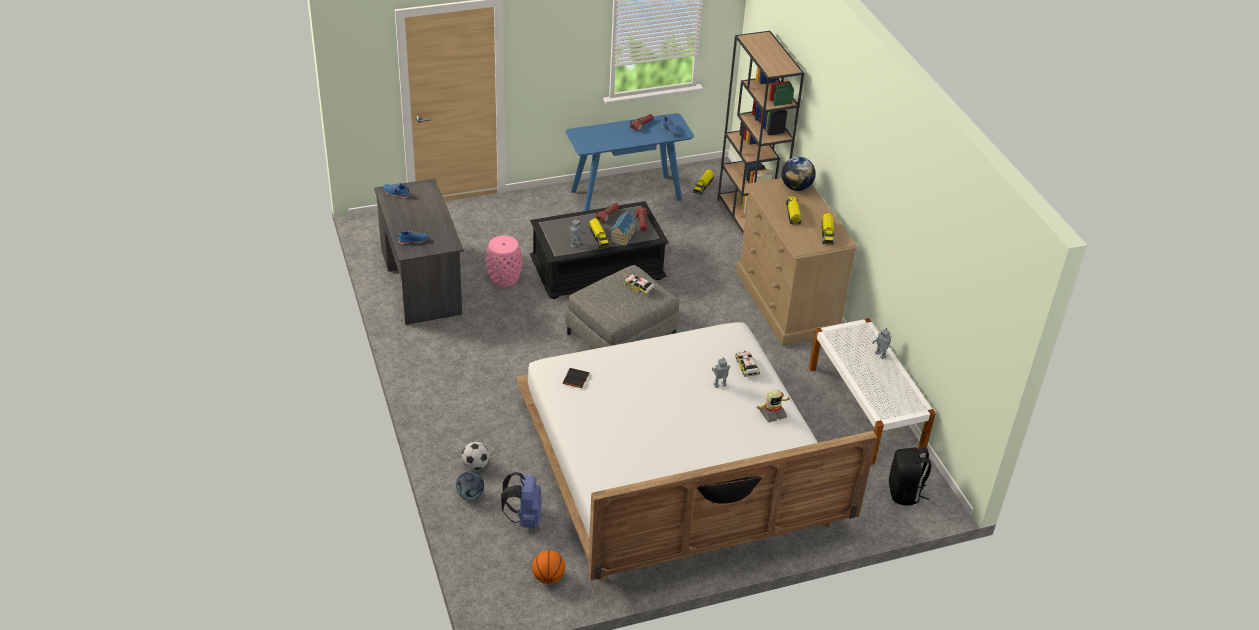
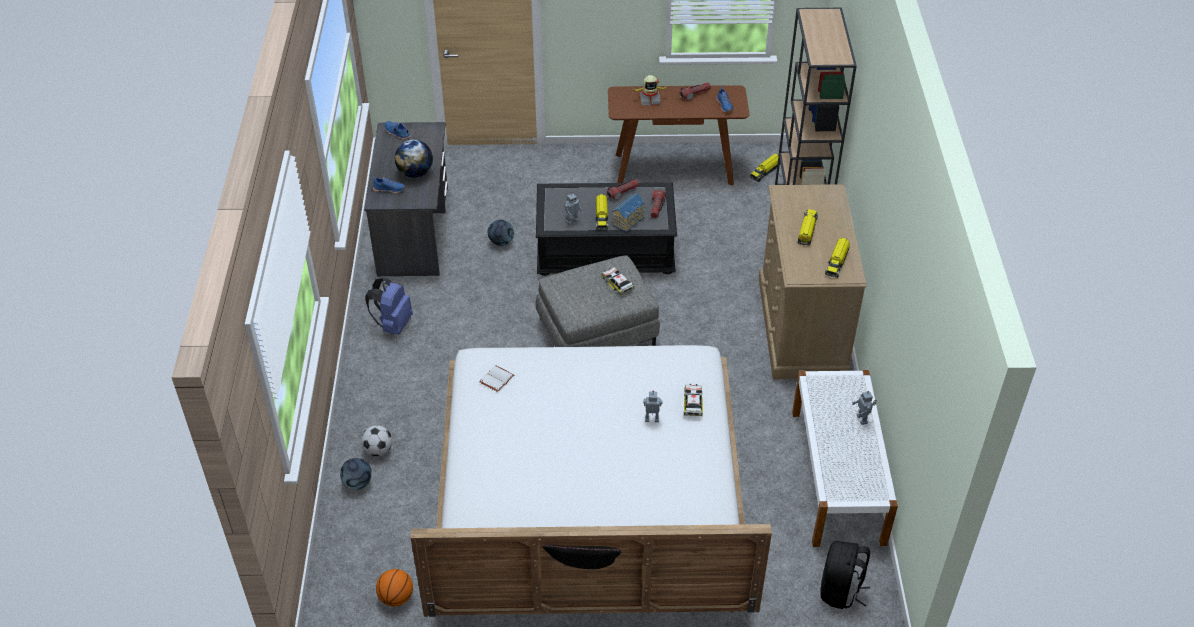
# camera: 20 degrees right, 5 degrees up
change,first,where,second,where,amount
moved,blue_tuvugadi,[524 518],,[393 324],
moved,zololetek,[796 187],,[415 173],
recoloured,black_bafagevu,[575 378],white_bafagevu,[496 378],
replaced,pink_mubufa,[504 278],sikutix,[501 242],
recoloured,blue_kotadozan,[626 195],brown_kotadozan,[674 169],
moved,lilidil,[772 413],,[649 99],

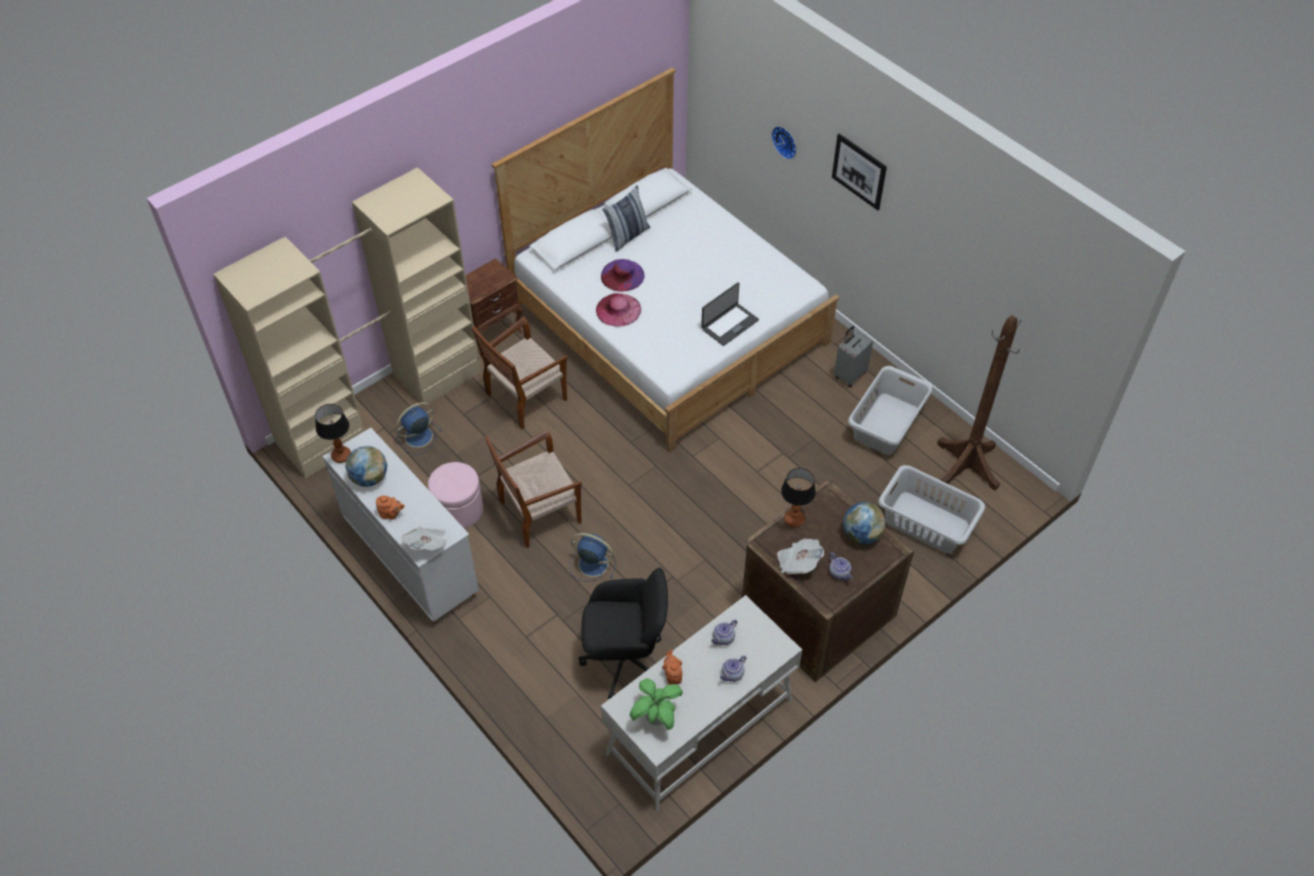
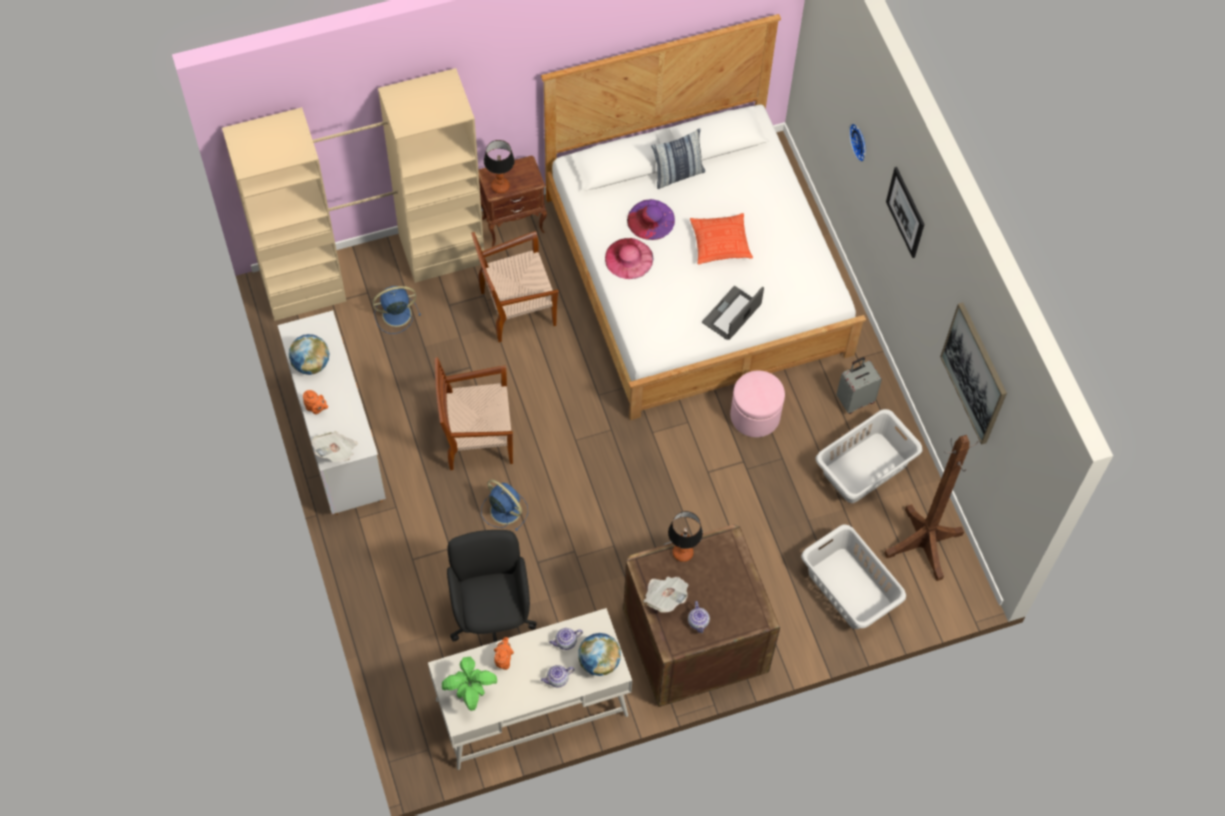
# camera: 20 degrees right, 10 degrees up
change,first,where,second,where,amount
turned,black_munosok,[625 662],,[492 619],120 degrees counterclockwise
moved,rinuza,[341 455],,[500 186],
moved,zololetek,[861 534],,[599 661],
added,,,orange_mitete,[720 244],
turned,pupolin,[729 324],,[732 314],150 degrees clockwise
moved,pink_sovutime,[459 510],,[755 415],
added,,,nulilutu,[974 373],

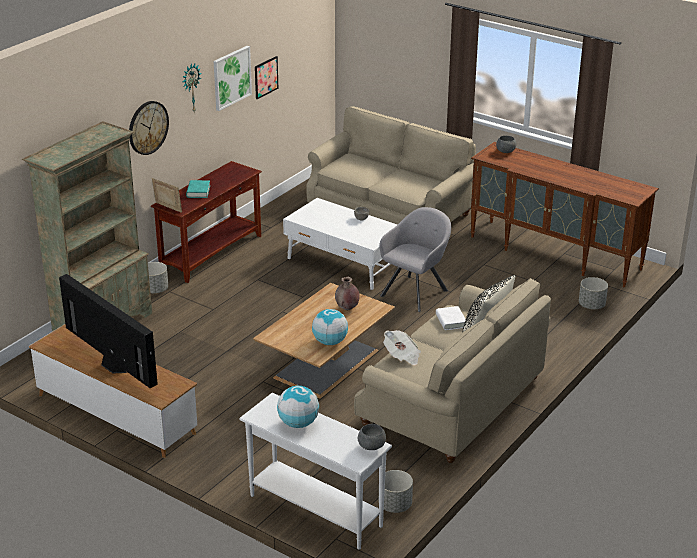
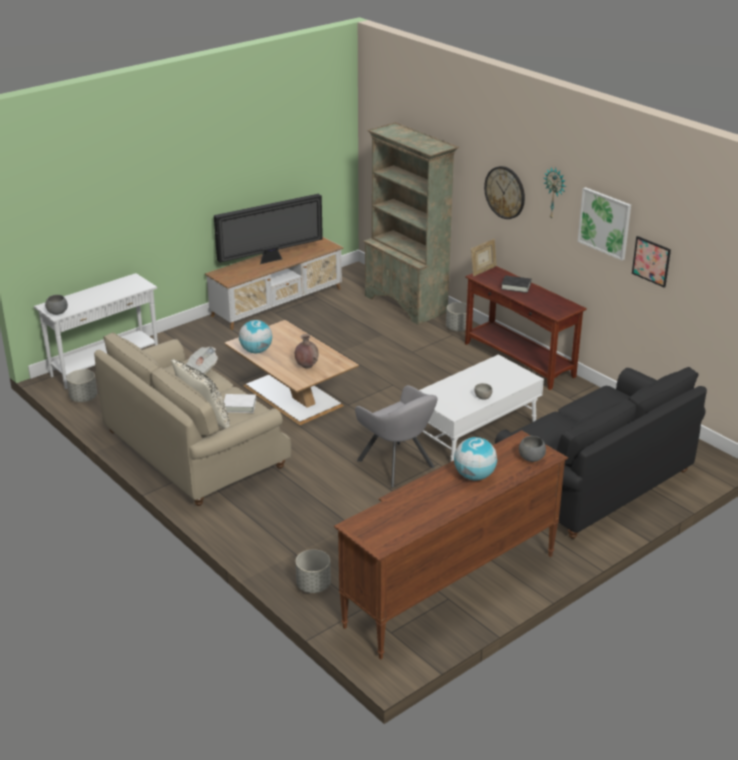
# camera: 105 degrees right, 0 degrees up
change,first,where,second,where,amount
moved,zololetek,[298 423],,[474 476],
recoloured,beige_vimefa,[390 212],black_vimefa,[592 481],
recoloured,turquoise_bafagevu,[198 191],black_bafagevu,[516 286],

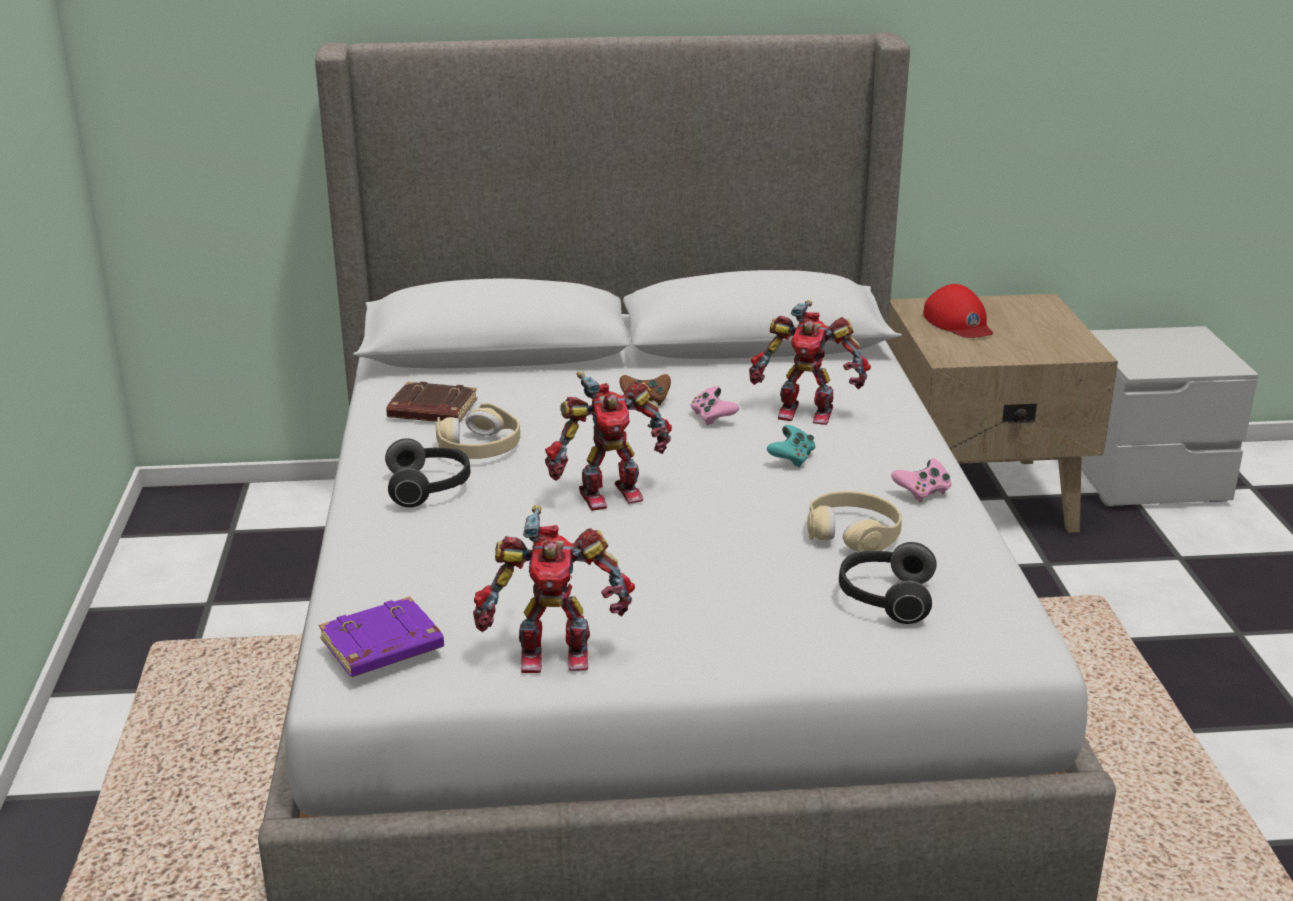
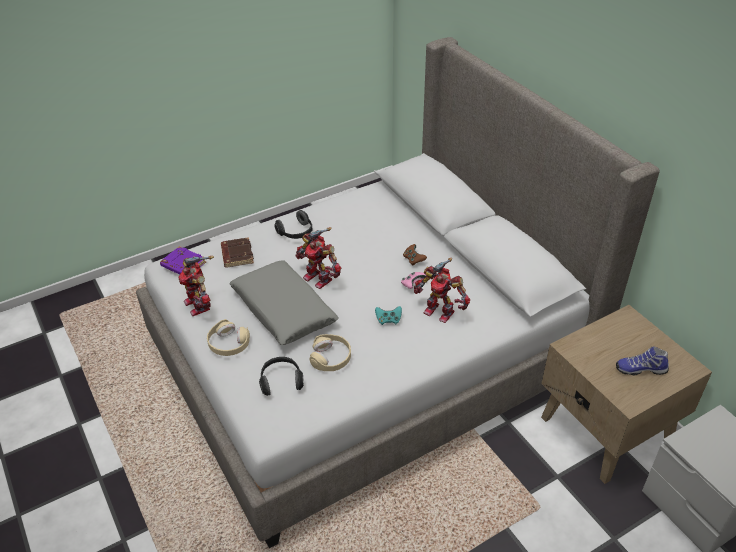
# camera: 65 degrees right, 15 degrees up
change,first,where,second,where,amount
moved,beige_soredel,[479 447],,[229 343],
moved,brown_bafagevu,[431 411],,[236 255],
added,,,grey_mitete,[283 310],
turned,lilidil,[806 412],,[440 311],45 degrees counterclockwise
added,,,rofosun,[640 368],
removed,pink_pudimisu,[922 492],,,
removed,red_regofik,[958 322],,,

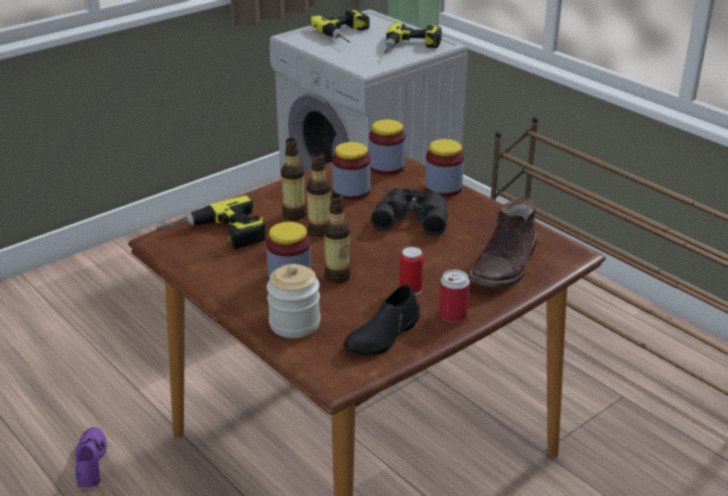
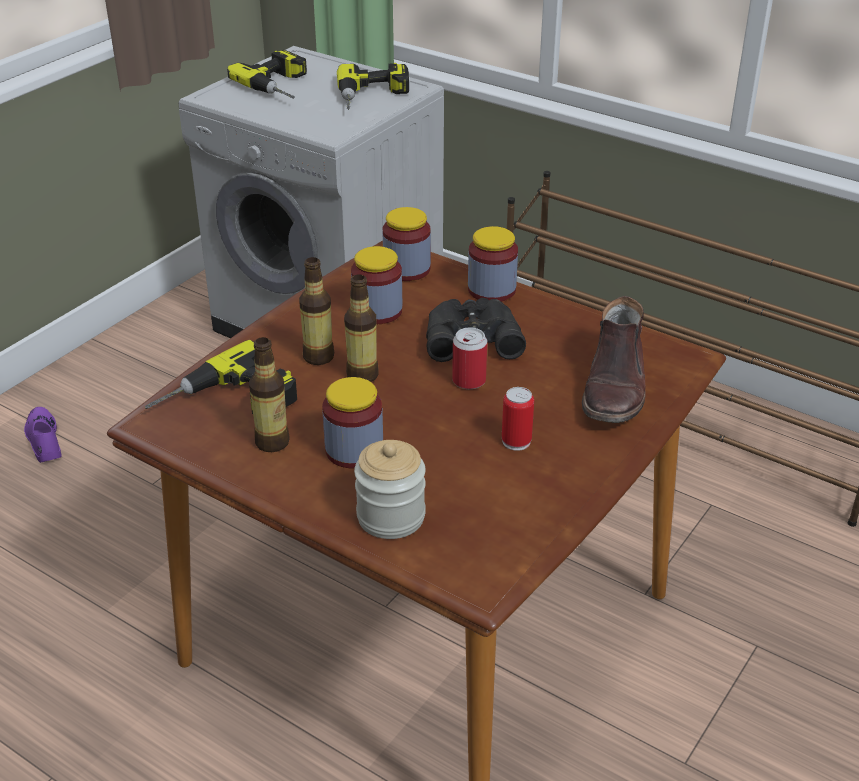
# camera: 15 degrees left, 5 degrees up
change,first,where,second,where,amount
moved,purple_rofosun,[90 462],,[44 440],
moved,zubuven,[337 276],,[272 442],
moved,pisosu,[453 315],,[469 381],
removed,black_rofosun,[383 335],,,

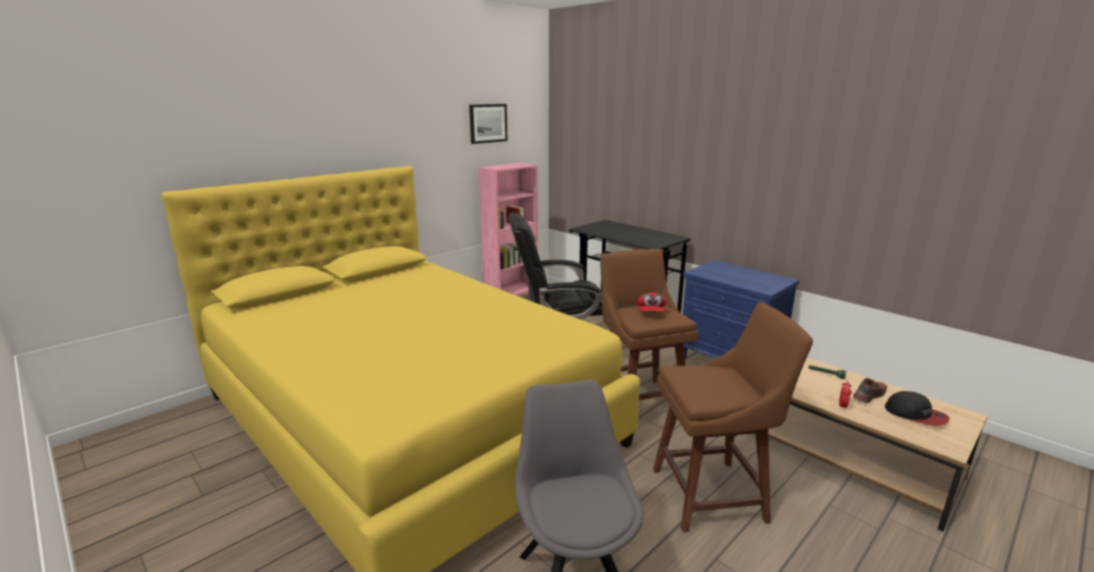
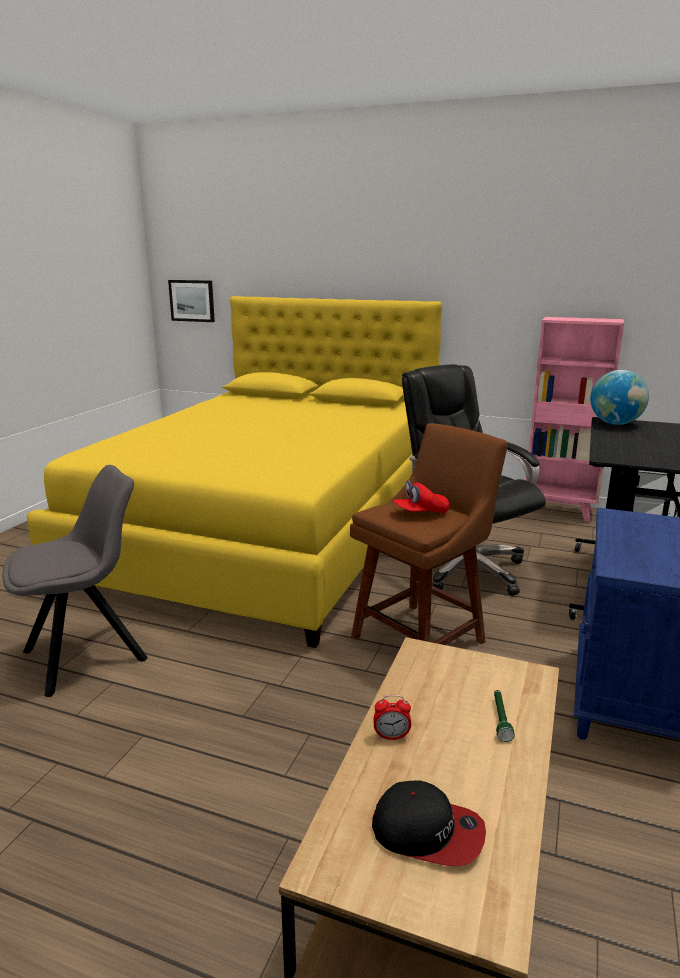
# camera: 65 degrees right, 0 degrees up
change,first,where,second,where,amount
moved,nulilutu,[488 123],,[192 300],
turned,regofik,[915 415],,[428 832],90 degrees counterclockwise
added,,,zololetek,[615 423],
removed,brown_mubufa,[713 494],,,
removed,brown_rofosun,[868 395],,,

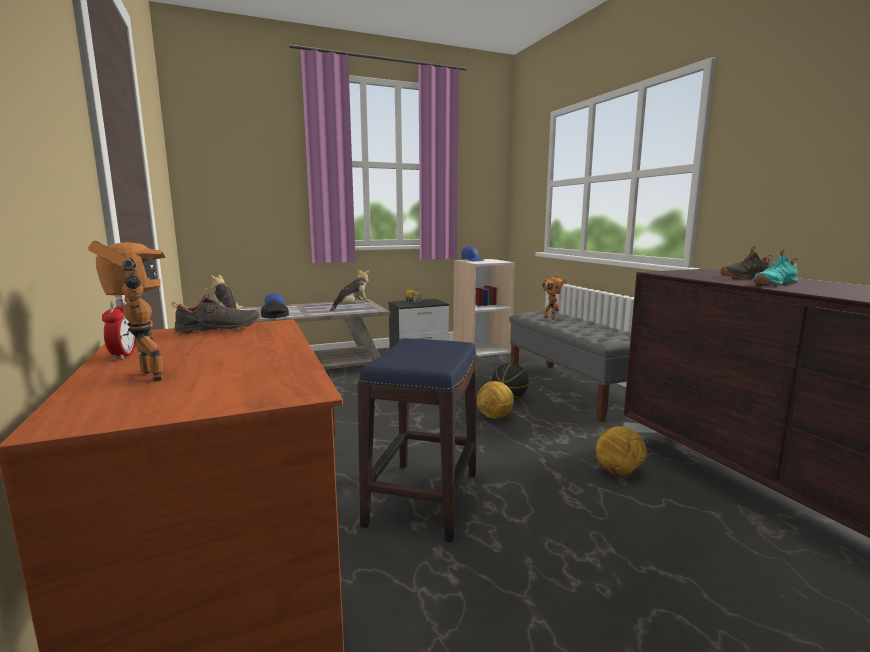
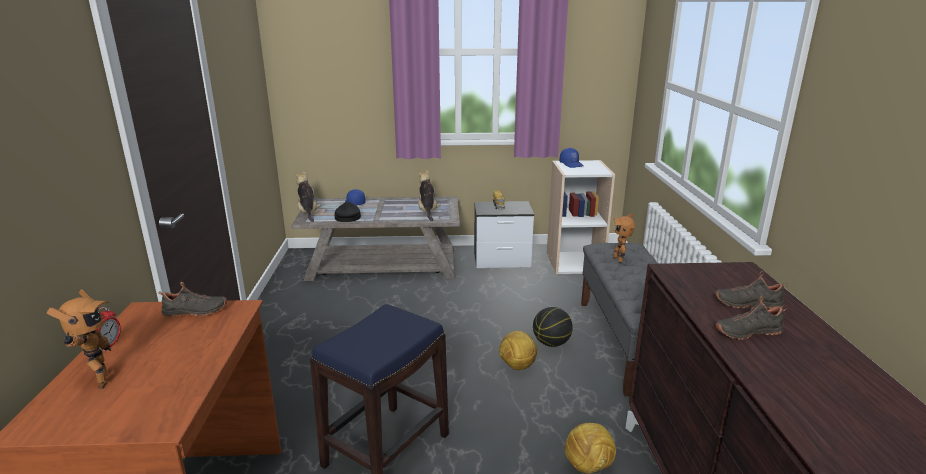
# camera: 20 degrees right, 10 degrees up
change,first,where,second,where,amount
turned,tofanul,[352 308],,[428 211],75 degrees counterclockwise
recoloured,turquoise_rofosun,[773 284],black_rofosun,[747 331],

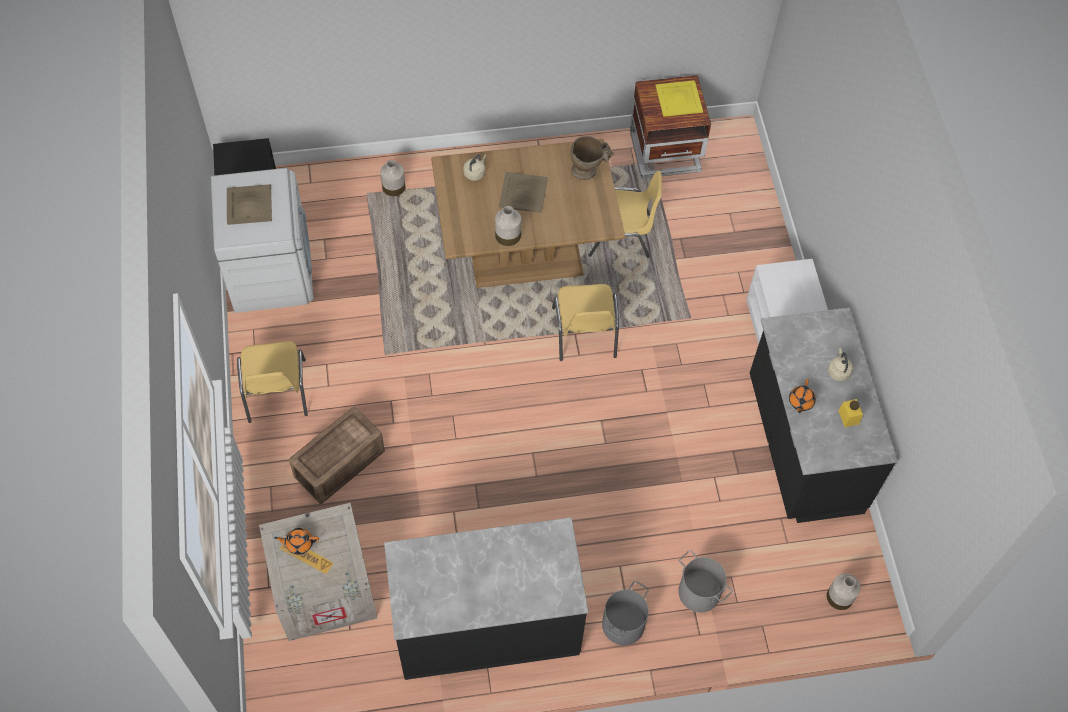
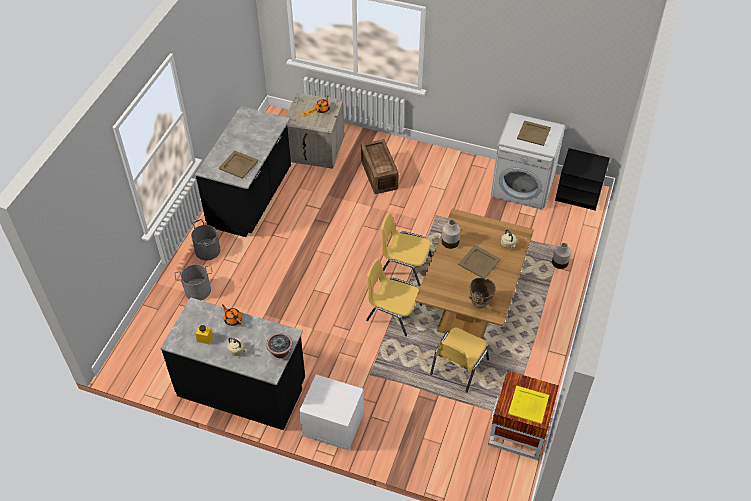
# camera: 120 degrees right, 10 degrees down
change,first,where,second,where,amount
added,,,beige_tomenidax,[238 165],
added,,,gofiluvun,[280 352],
moved,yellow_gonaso,[276 392],,[405 265],
removed,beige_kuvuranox,[840 597],,,

